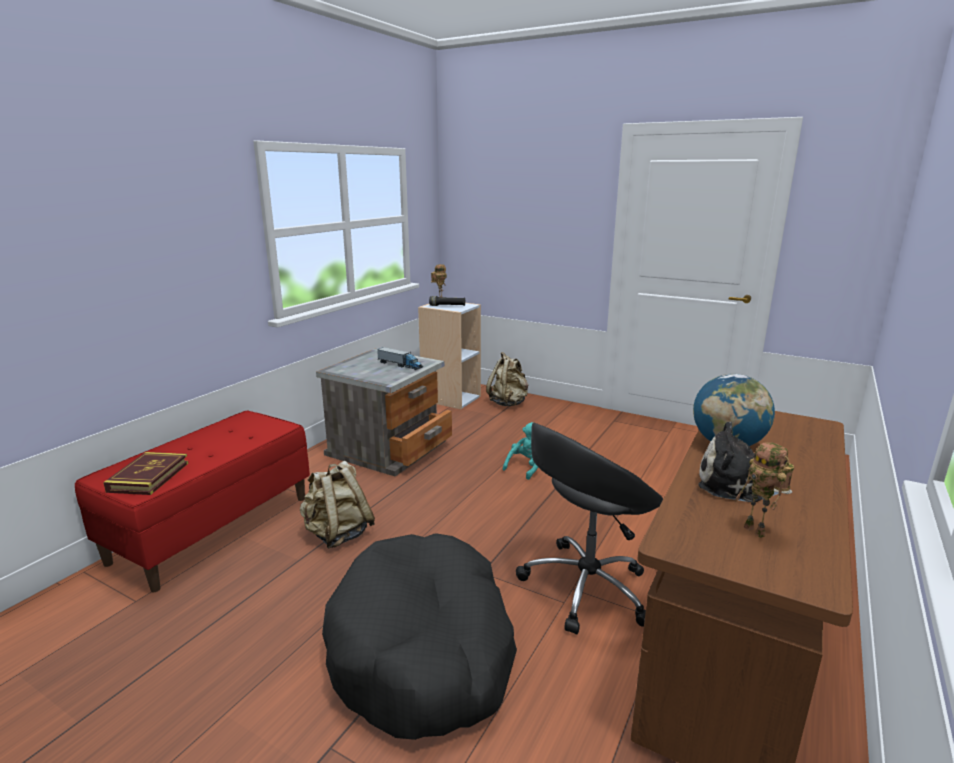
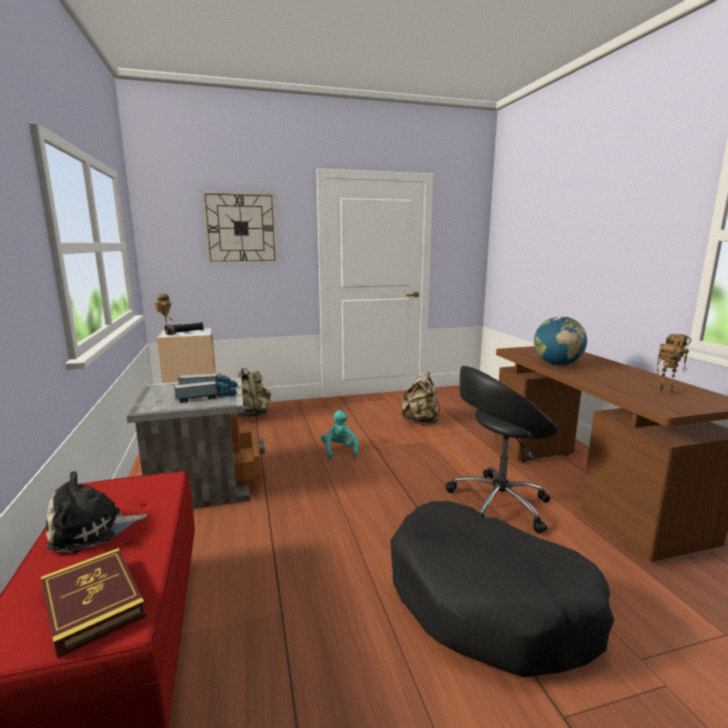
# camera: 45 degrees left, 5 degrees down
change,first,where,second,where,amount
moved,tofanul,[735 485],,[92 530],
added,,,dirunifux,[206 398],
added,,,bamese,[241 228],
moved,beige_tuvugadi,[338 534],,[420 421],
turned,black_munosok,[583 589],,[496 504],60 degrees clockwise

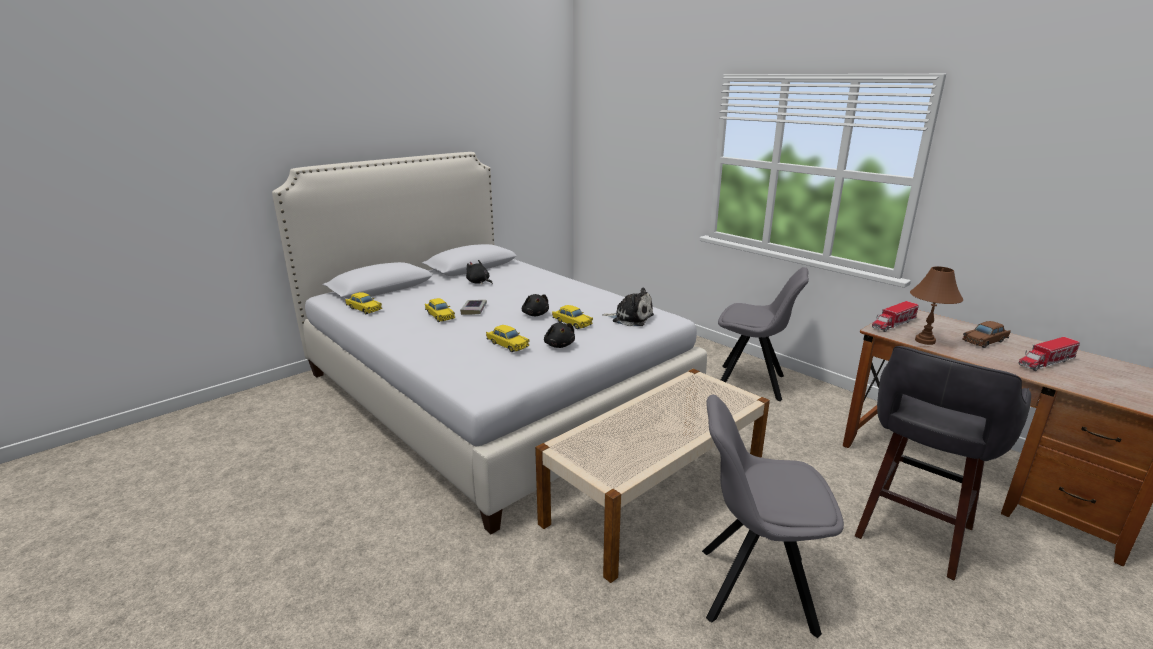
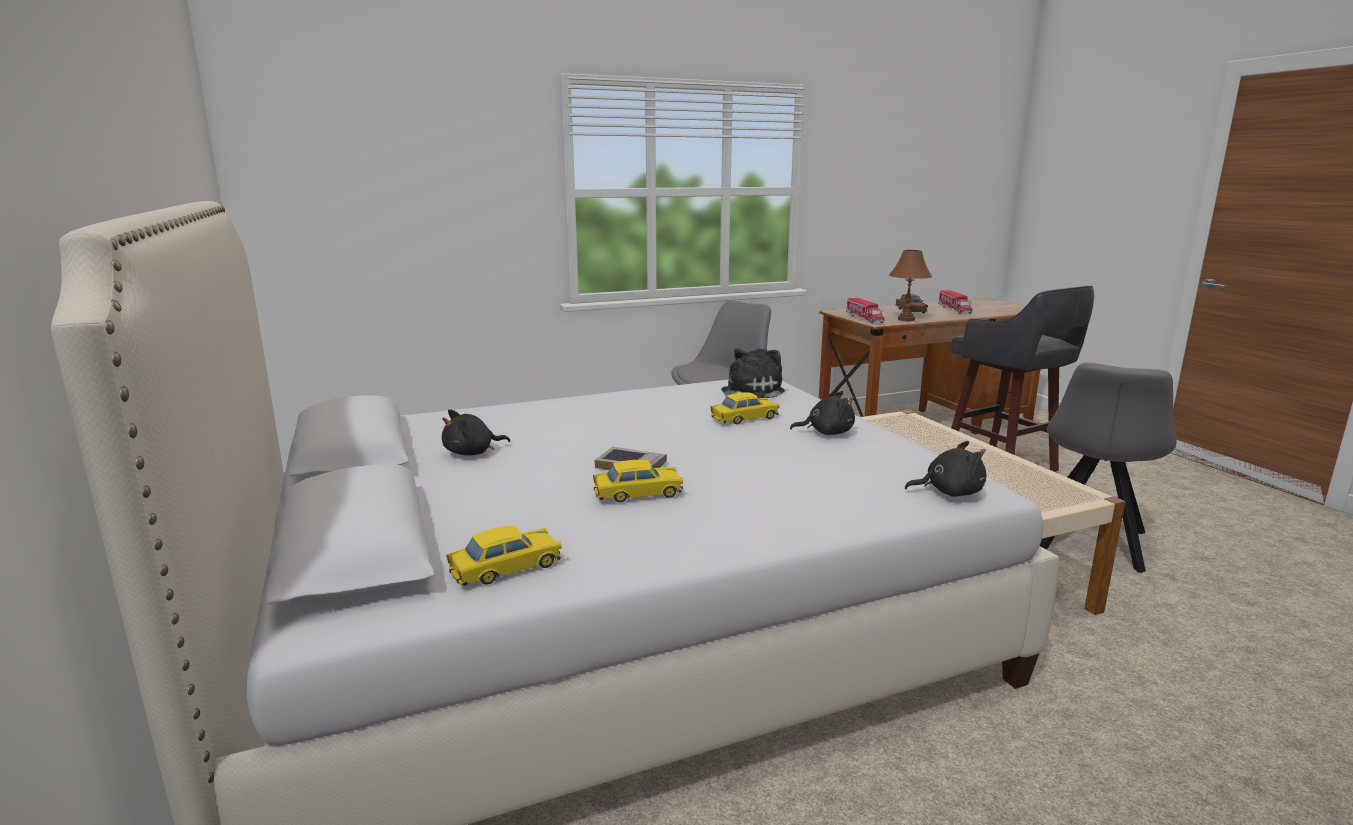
# camera: 70 degrees left, 5 degrees down
change,first,where,second,where,amount
moved,black_tofanul,[535 314],,[949 492],
removed,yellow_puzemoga,[507 344],,,

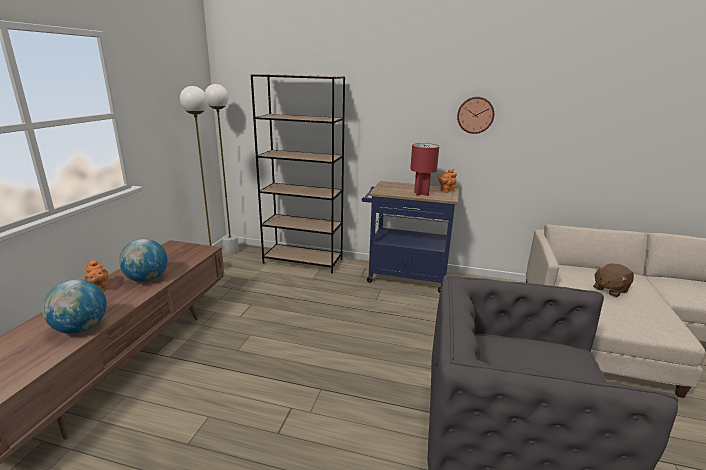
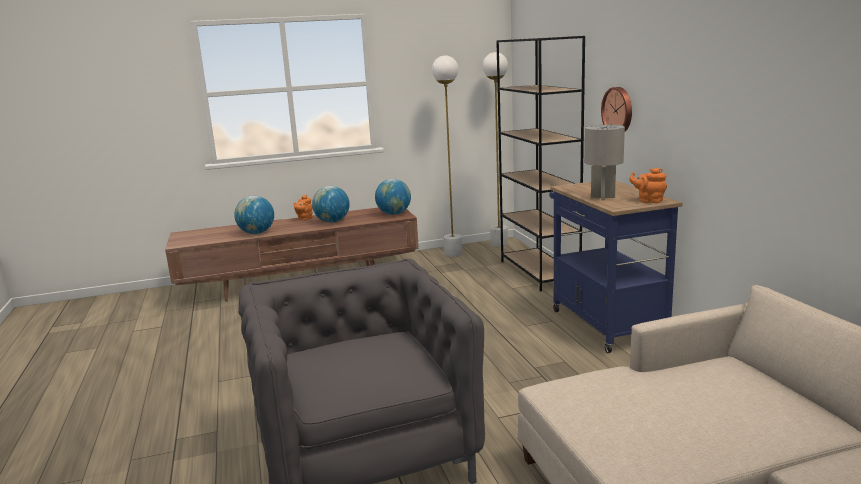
# camera: 60 degrees right, 5 degrees down
change,first,where,second,where,amount
added,,,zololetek,[394 214],
recoloured,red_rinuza,[421 194],grey_rinuza,[602 197],
moved,bamese,[475 115],,[618 110],
removed,brown_tofanul,[609 289],,,

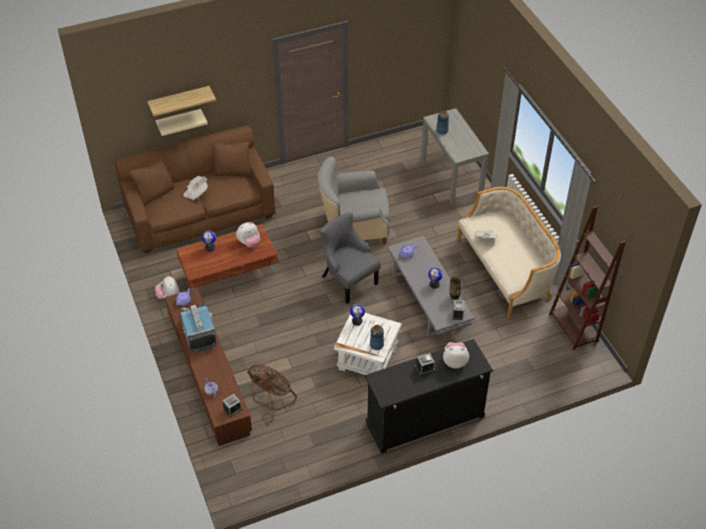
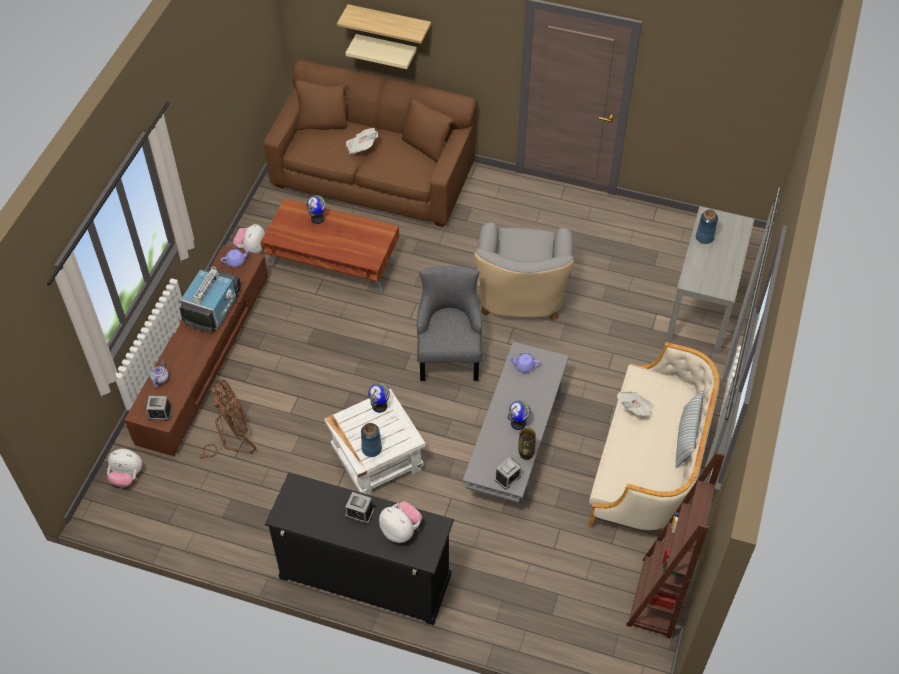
# camera: 40 degrees right, 5 degrees up
change,first,where,second,where,amount
moved,tofanul,[249 243],,[127 476],
turned,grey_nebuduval,[354 227],,[521 296],120 degrees counterclockwise
added,,,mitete,[686 438],

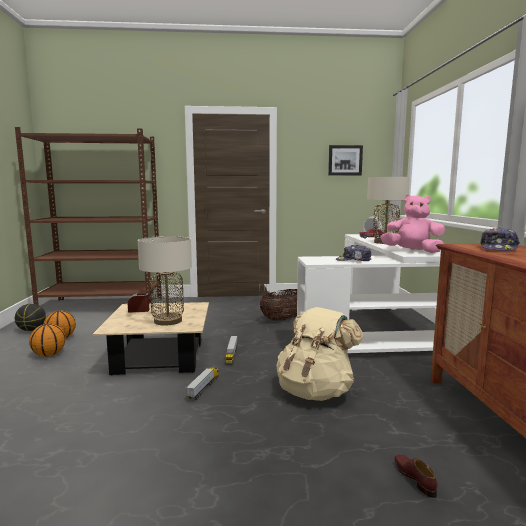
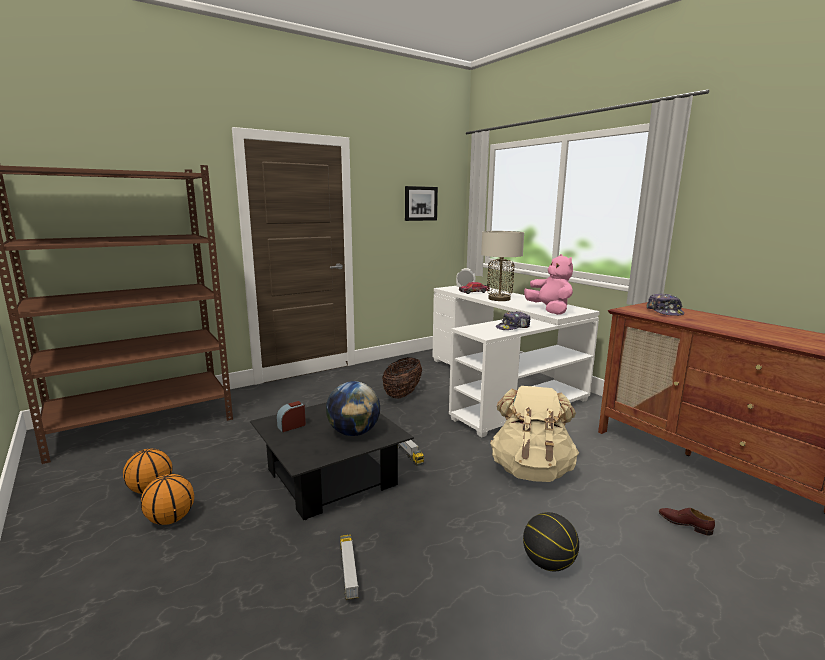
# camera: 30 degrees left, 5 degrees up
change,first,where,second,where,amount
recoloured,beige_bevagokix,[160 357],black_bevagokix,[331 477],
replaced,rinuza,[168 321],zololetek,[354 432],
moved,dirunifux,[203 388],,[348 573],
moved,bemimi,[31 330],,[548 563],
turned,pink_tofanul,[412 251],,[549 311],75 degrees clockwise

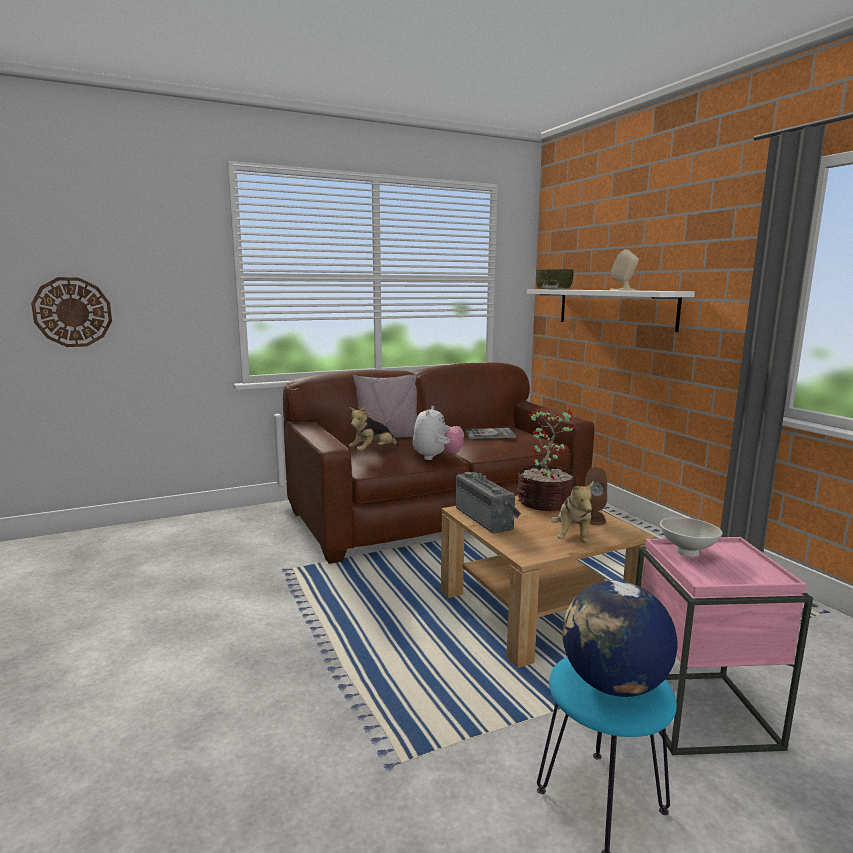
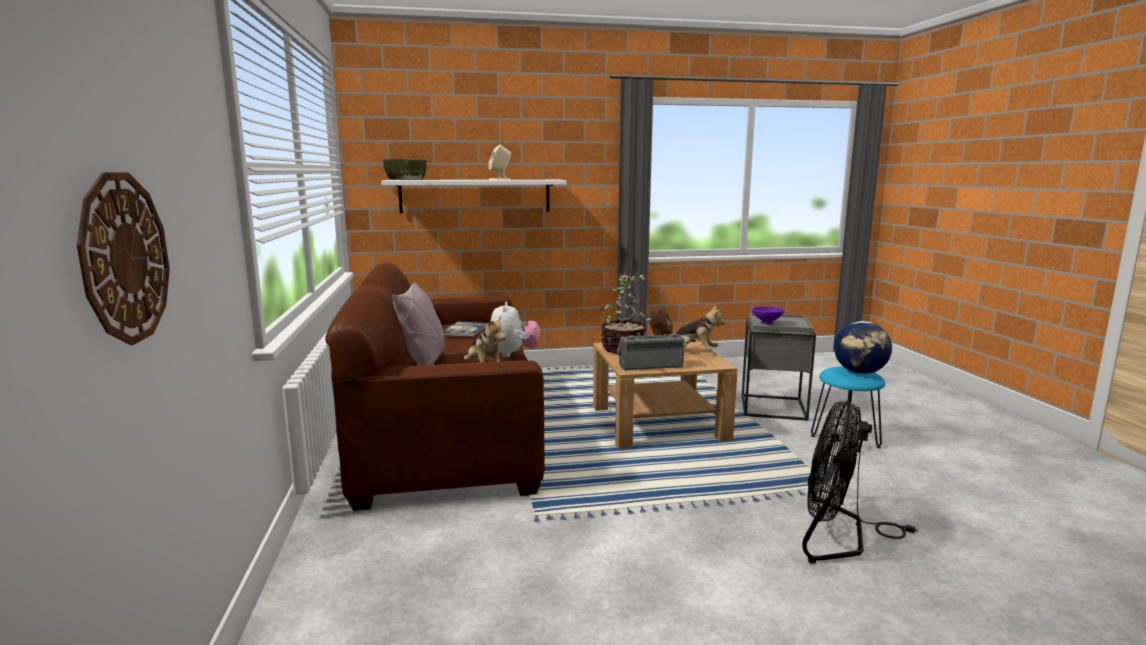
# camera: 75 degrees left, 0 degrees up
change,first,where,second,where,amount
turned,tofanul,[436 458],,[513 354],60 degrees clockwise
recoloured,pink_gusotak,[699 711],grey_gusotak,[772 407],
recoloured,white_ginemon,[686 551],purple_ginemon,[766 323],
added,,,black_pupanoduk,[840 531],

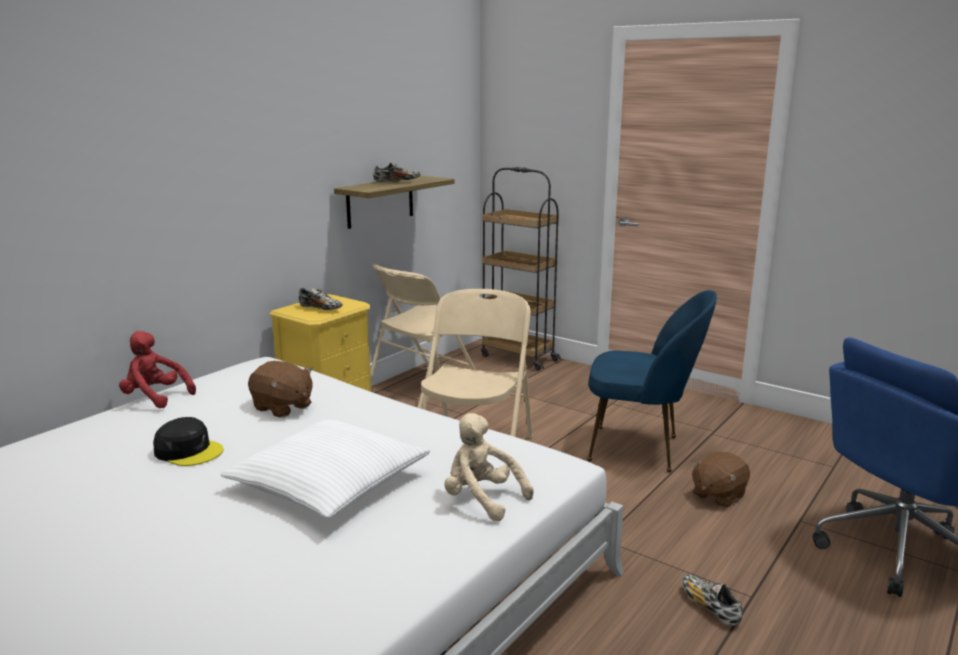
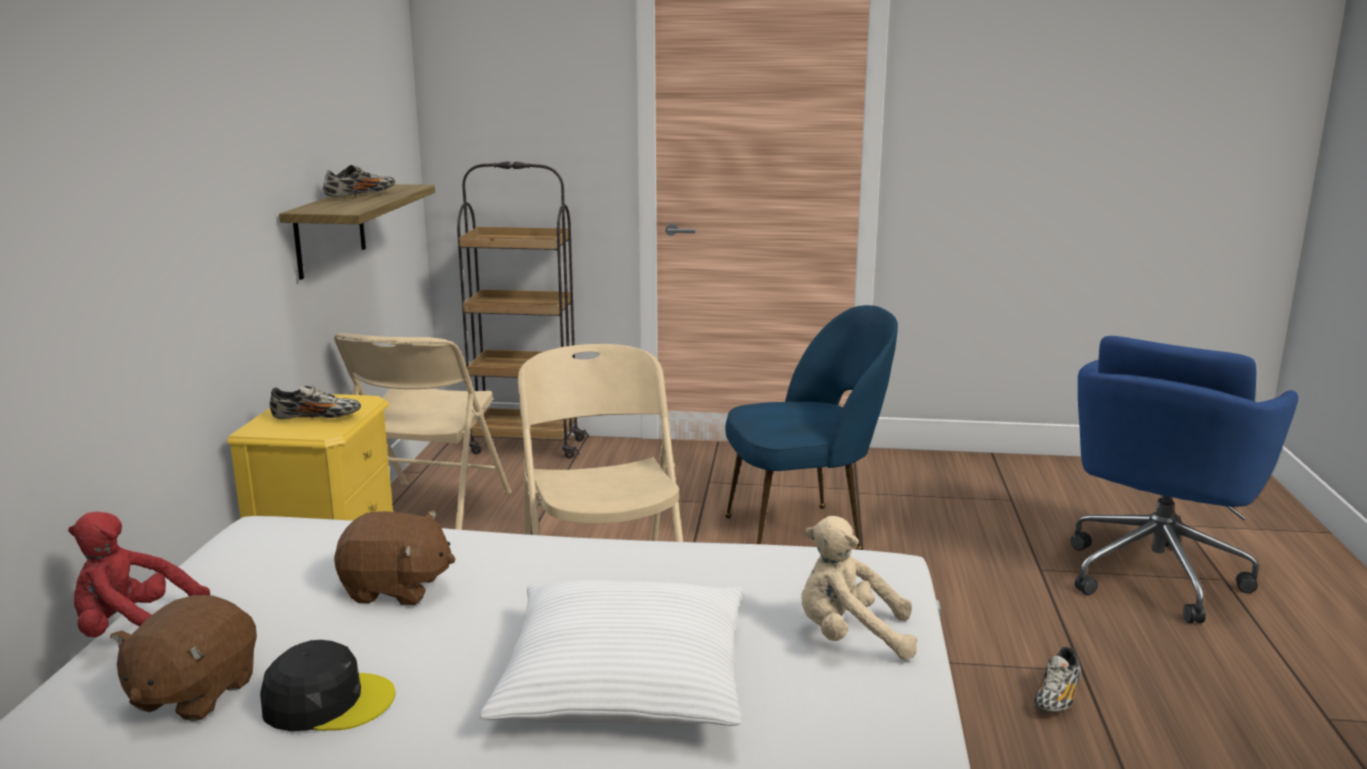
# camera: 30 degrees left, 0 degrees up
change,first,where,second,where,amount
moved,brown_tofanul,[718 495],,[192 693],
turned,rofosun,[709 607],,[1057 698],90 degrees counterclockwise

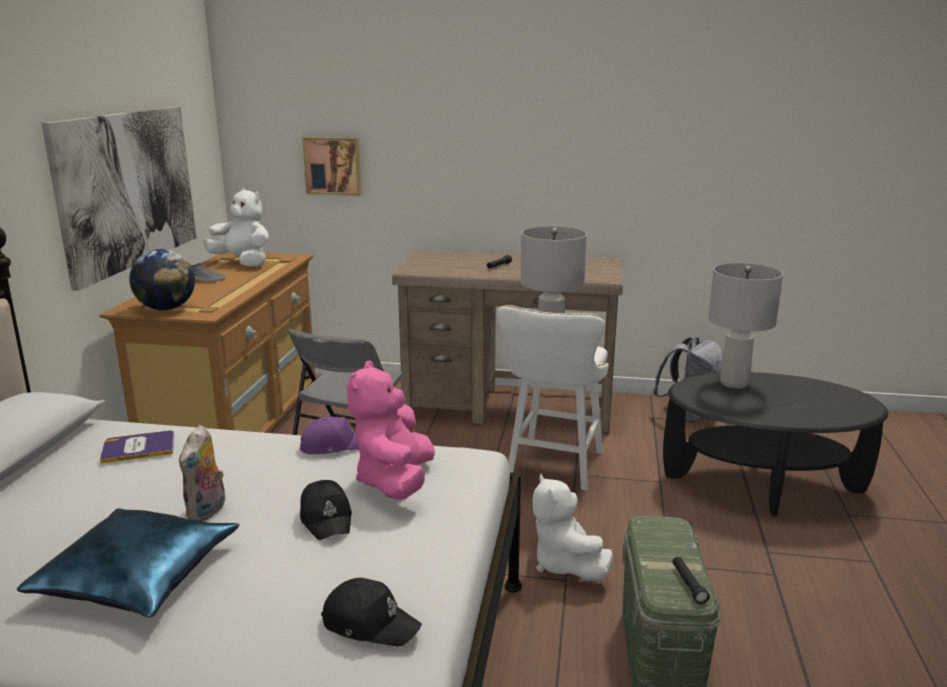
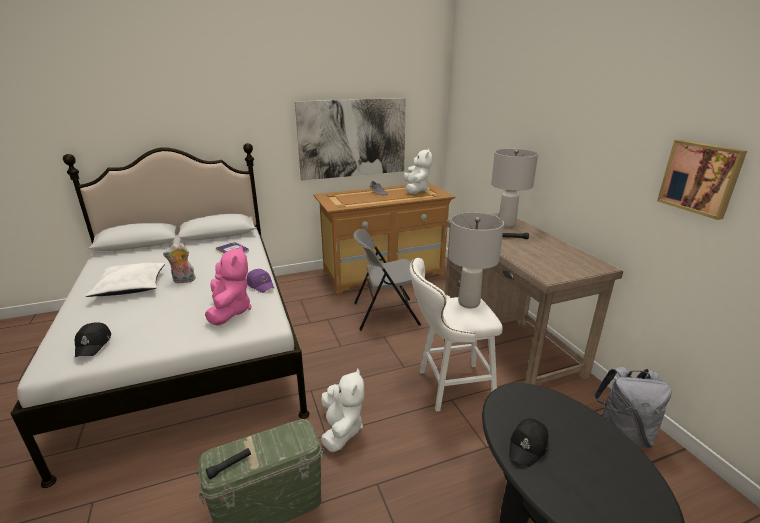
# camera: 60 degrees right, 5 degrees up
change,first,where,second,where,amount
recoloured,blue_mitete,[138 575],white_mitete,[131 287],
turned,pink_tofanul,[395 481],,[230 311],105 degrees clockwise
turned,white_tofanul,[565 564],,[341 429],135 degrees clockwise
moved,grey_rinuza,[733 383],,[506 224],
moved,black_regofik,[327 518],,[528 446],
moved,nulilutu,[333 165],,[700 178],
removed,zololetek,[166 308],,,

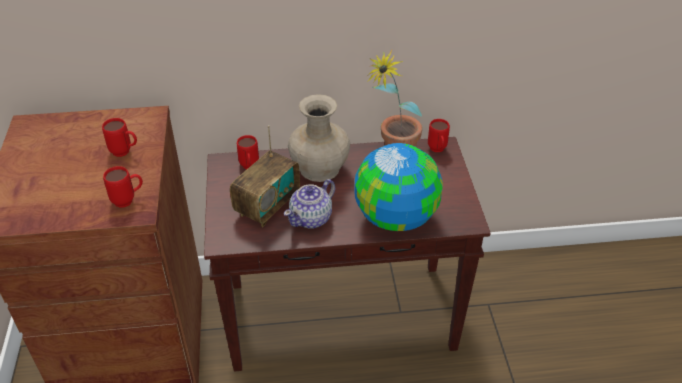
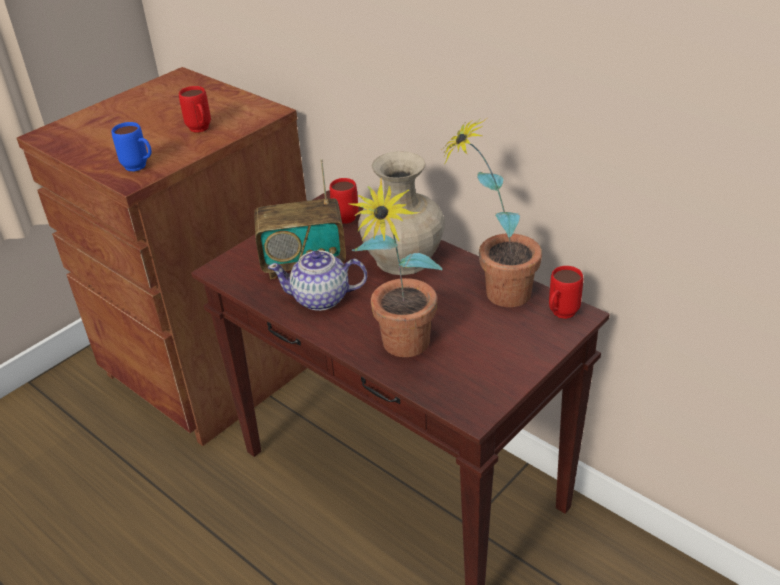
# camera: 50 degrees right, 5 degrees down
change,first,where,second,where,amount
recoloured,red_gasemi,[128 200],blue_gasemi,[140 168],
replaced,zololetek,[396 217],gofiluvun,[401 351],

